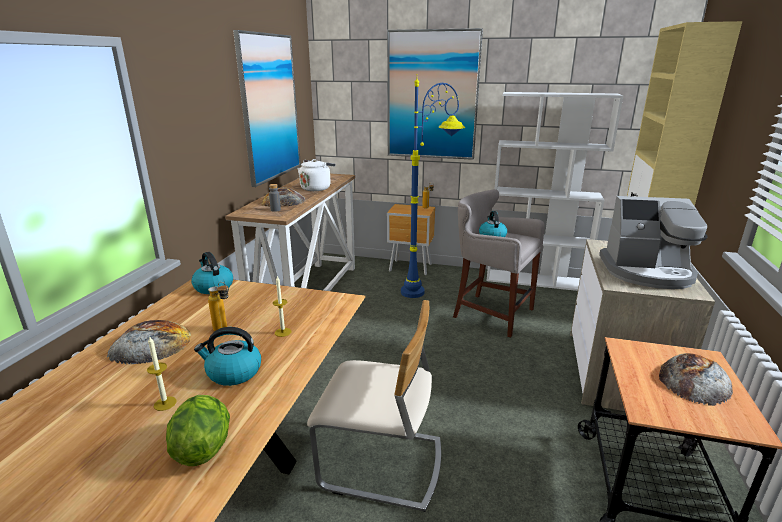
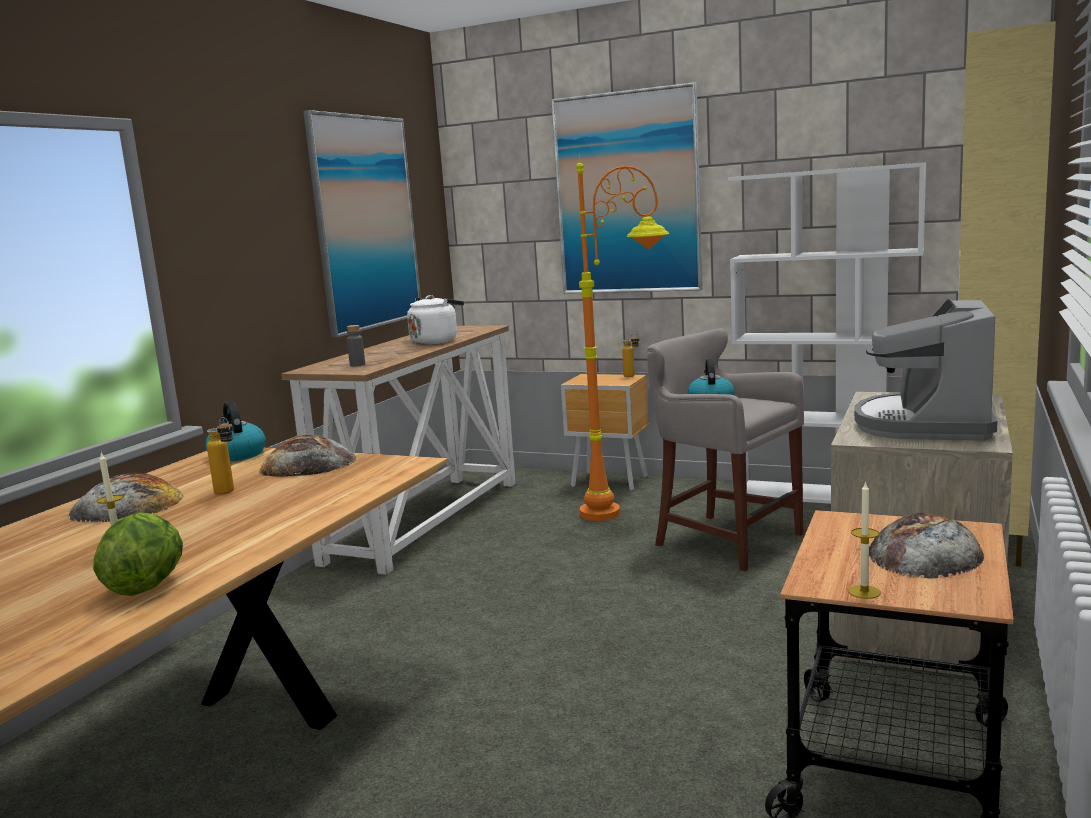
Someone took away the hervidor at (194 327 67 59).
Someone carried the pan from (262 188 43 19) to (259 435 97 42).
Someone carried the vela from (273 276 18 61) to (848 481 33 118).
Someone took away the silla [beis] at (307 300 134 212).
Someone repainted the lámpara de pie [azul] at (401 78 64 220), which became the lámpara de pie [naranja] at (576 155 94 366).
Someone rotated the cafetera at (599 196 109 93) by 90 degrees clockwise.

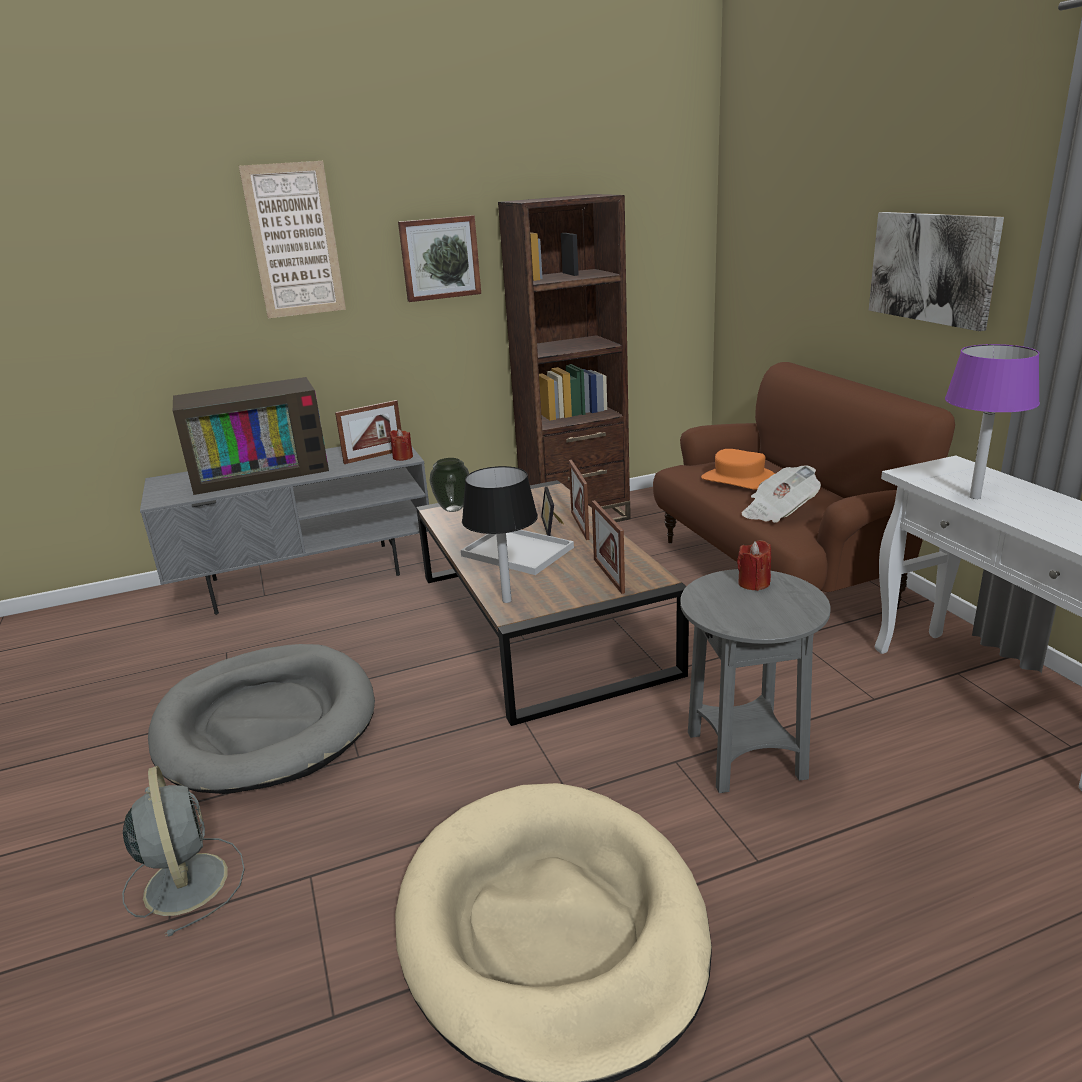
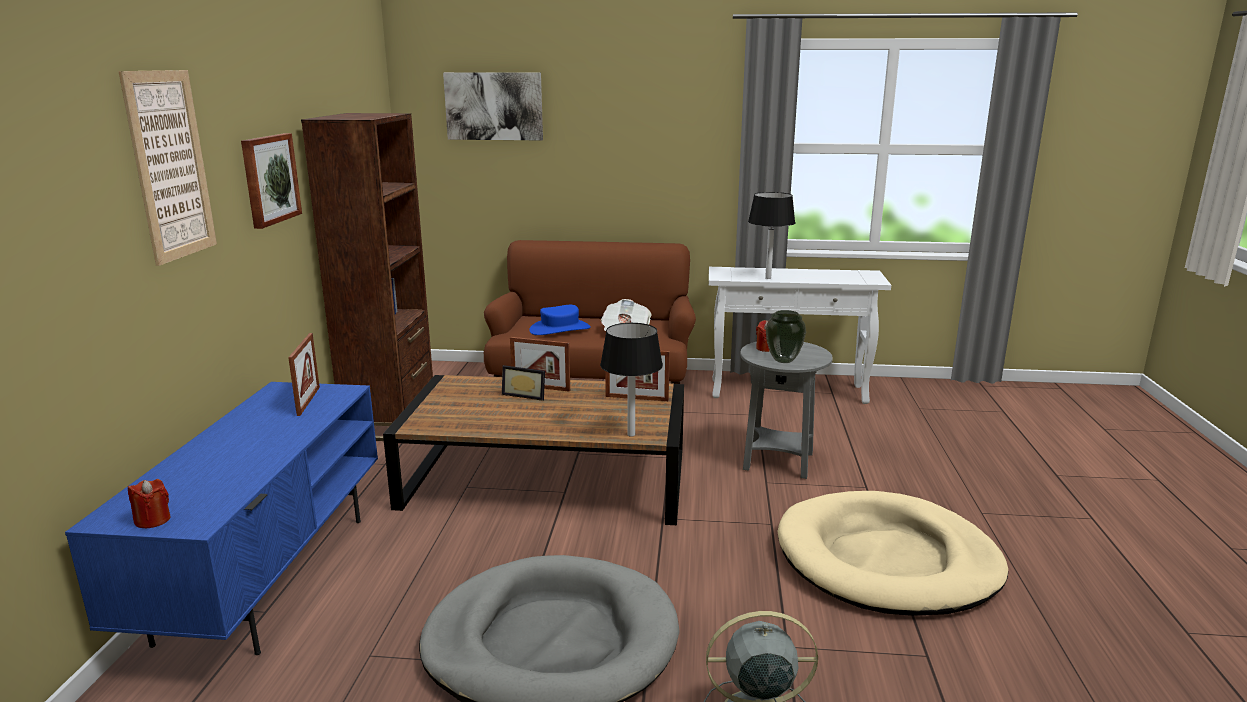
Someone repainted the mueble de televisión [gris] at (140 446 289 169), which became the mueble de televisión [azul] at (65 382 313 273).
Someone took away the televisor at (173 377 156 118).
Someone carried the vela [rojo] from (389 429 24 32) to (128 479 43 49).
Someone carried the florero from (430 458 39 54) to (766 310 40 53).
Someone took away the bandeja [blanco] at (461 530 113 45).
Someone repainted the sombrero [naranja] at (701 449 74 41), which became the sombrero [azul] at (529 305 62 30).
Someone carried the cuadro from (869 212 135 119) to (443 72 100 68).
Someone repainted the lámpara de mesa [morado] at (945 344 95 155), which became the lámpara de mesa [negro] at (748 192 47 87).

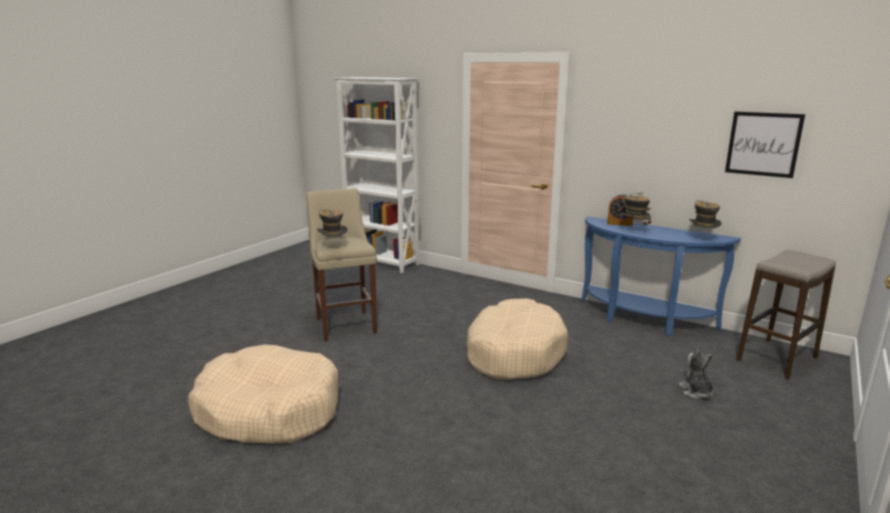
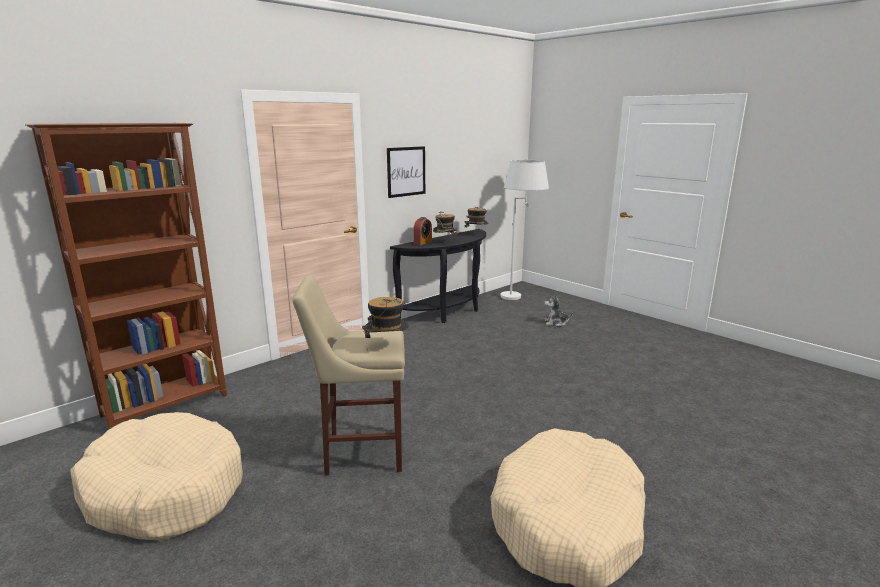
Someone repainted the estantería [blanco] at (332 77 87 196), which became the estantería [marrón] at (25 123 202 306).
Someone carried the cama para perro [beis] from (466 298 102 82) to (70 412 173 129).
Someone repainted the mesa consola [azul] at (581 216 160 120), which became the mesa consola [negro] at (390 229 96 94).
Someone carried the cuadro from (725 112 80 66) to (387 146 38 52).
Someone swapped the taburete at (736 250 100 130) for the lámpara de pie [blanco] at (501 160 48 140).

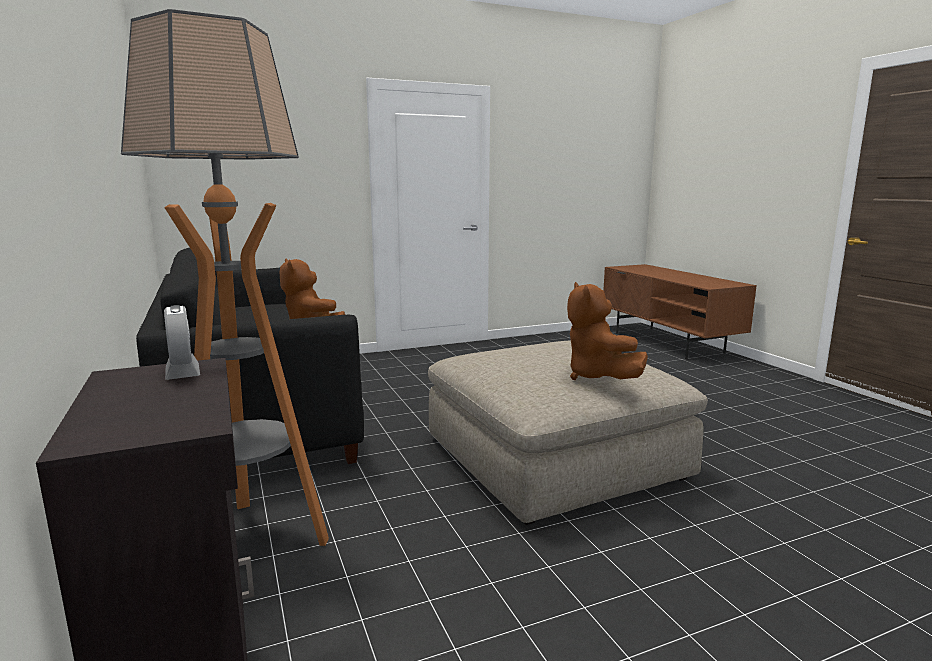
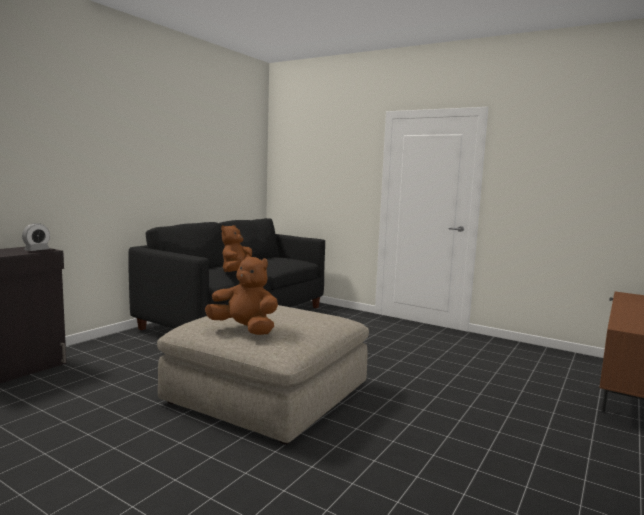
Someone took away the lámpara de pie at (121 9 208 537).
Someone rotated the peluche [marrón] at (567 282 81 98) by 75 degrees clockwise.

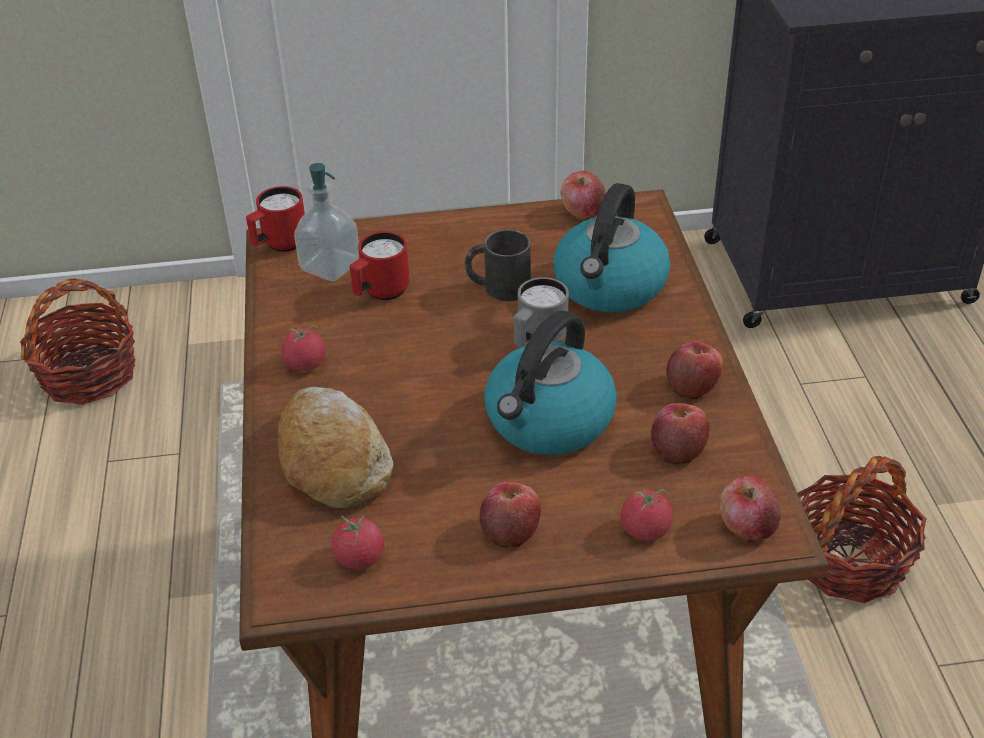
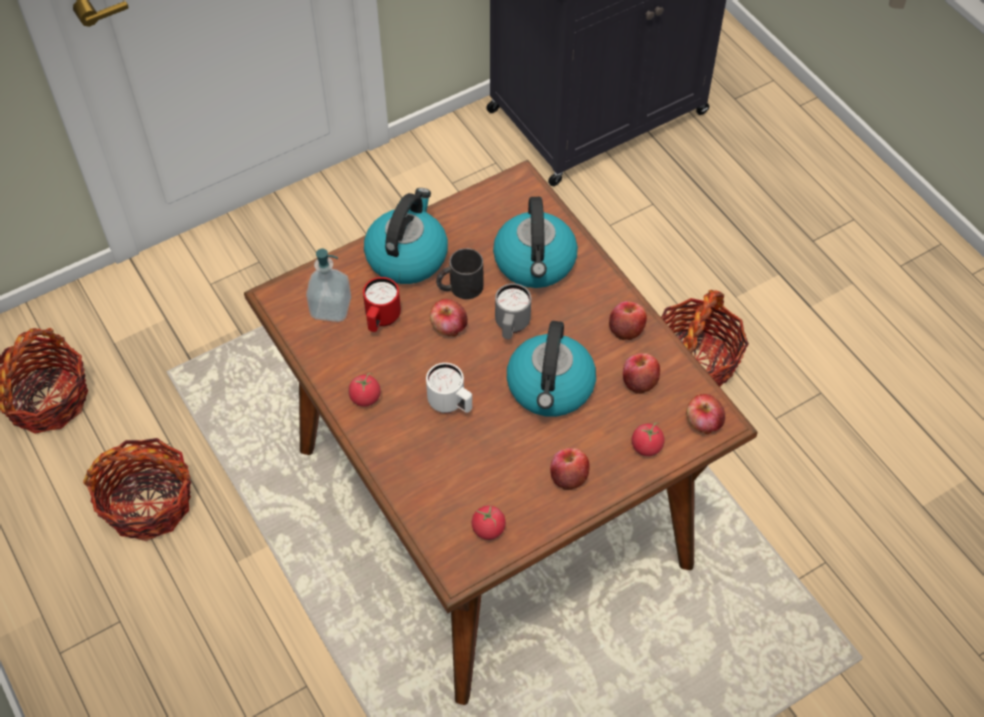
Someone took away the taza grande [rojo] at (246 186 59 66).
Someone took away the pan at (278 387 115 121).
Someone carried the manzana from (561 171 45 50) to (430 299 38 38).
Someone put down the cesta at (83 438 108 103).
Someone put down the hervidor at (364 188 84 96).
Someone put down the taza grande [blanco] at (426 363 46 50).

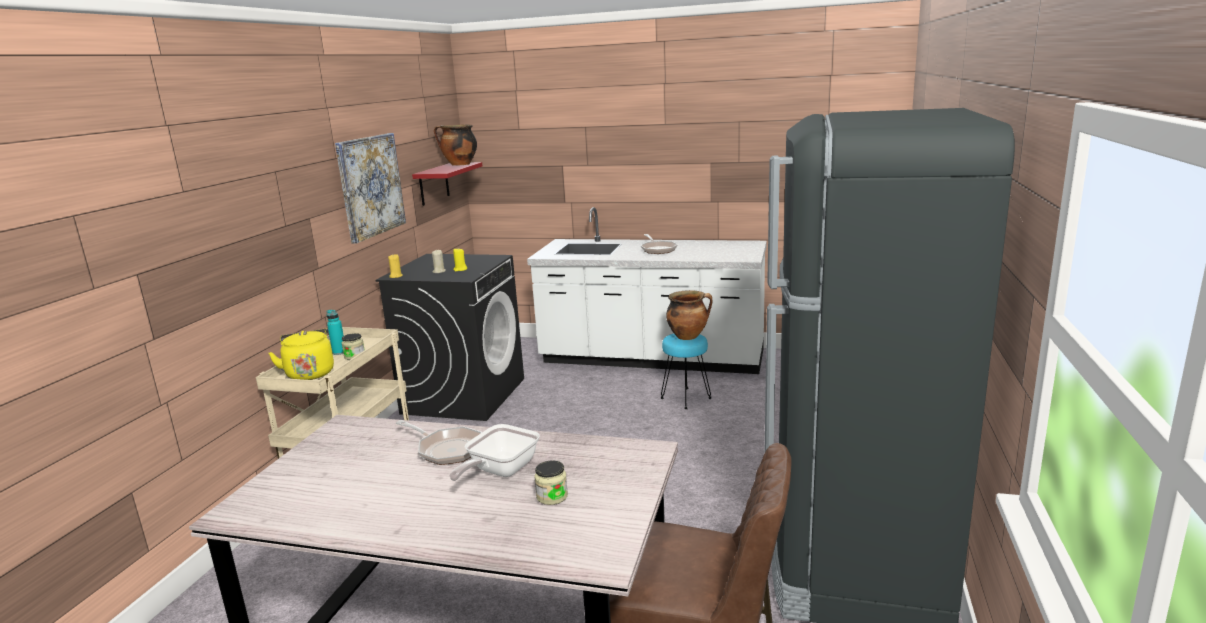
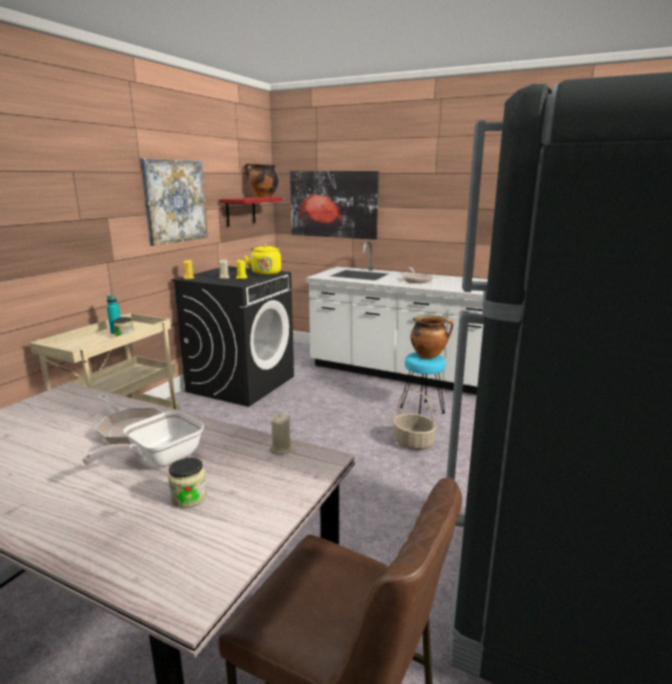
Someone carried the hervidor [amarillo] from (268 328 66 52) to (244 244 37 31).
Someone put down the vela [beis] at (269 413 24 42).
Someone put up the cuadro at (290 171 89 69).
Someone put down the cesta at (393 388 44 62).

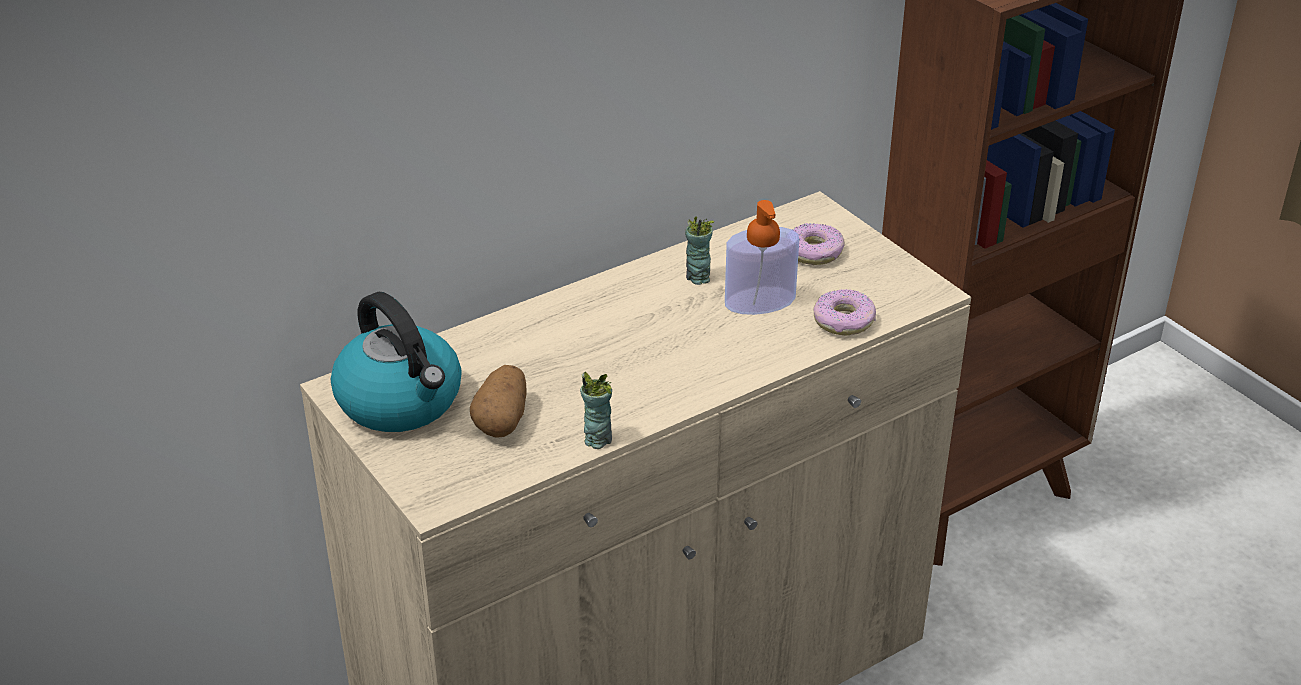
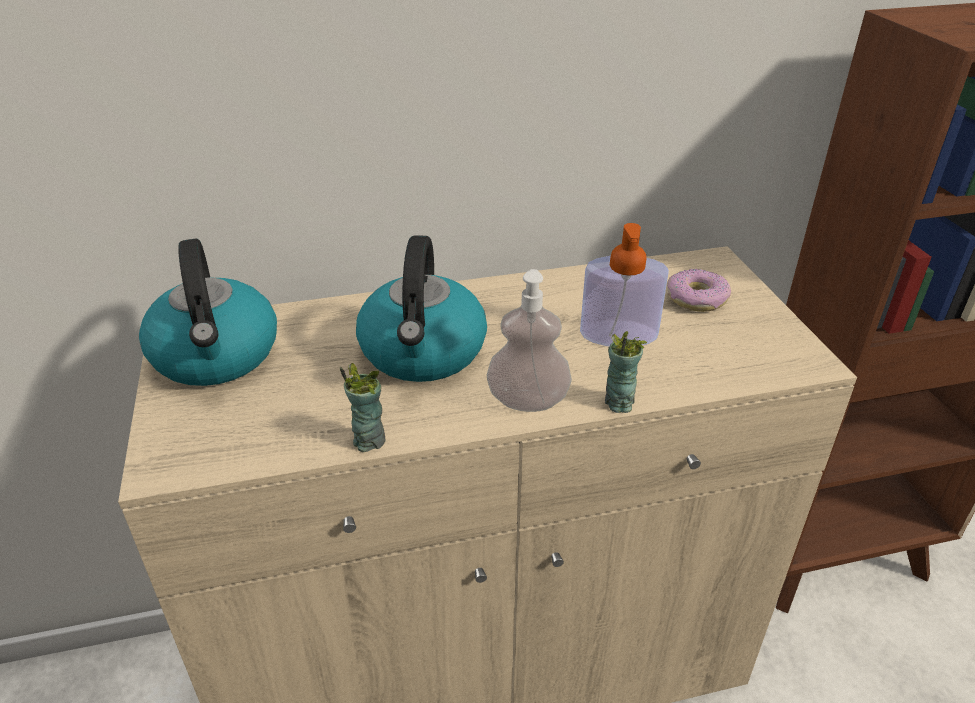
Someone took away the patata at (470 365 57 73).
Someone carried the taza from (685 216 30 69) to (605 331 42 82).
Someone took away the rosquilla at (813 289 63 47).
Someone put down the hervidor at (356 235 131 147).
Someone put down the dispensador de jabón at (487 269 85 143).

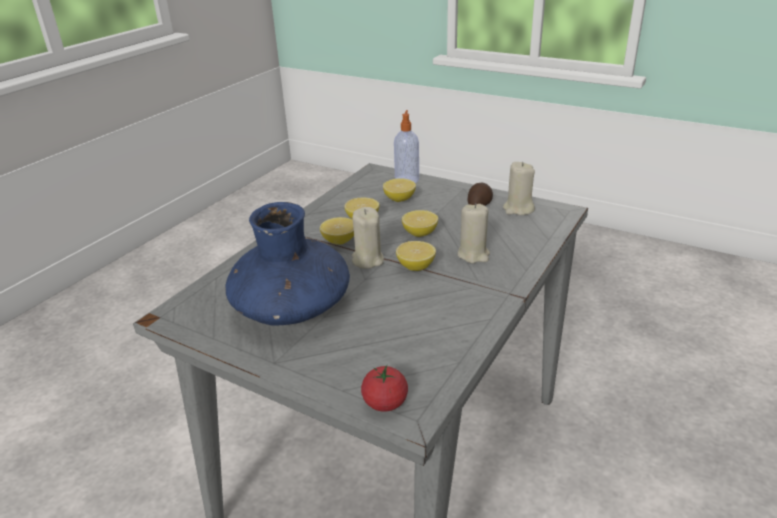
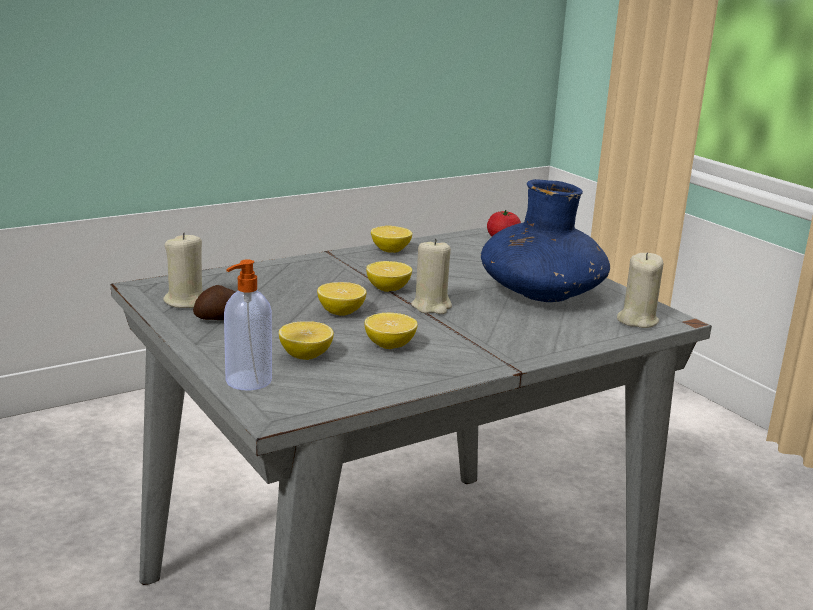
Someone carried the limón from (320 217 34 27) to (371 226 41 27).
Someone carried the vela [beis] from (457 203 33 60) to (617 252 46 76).

